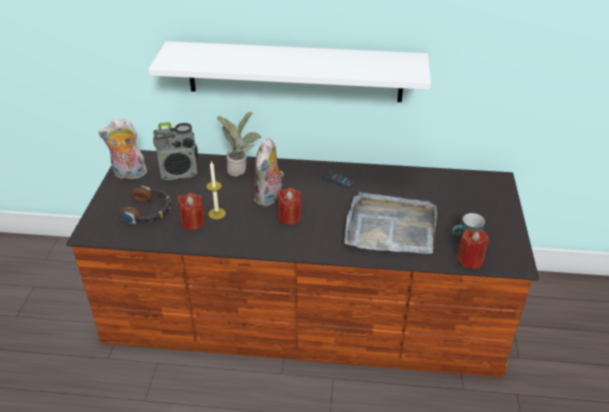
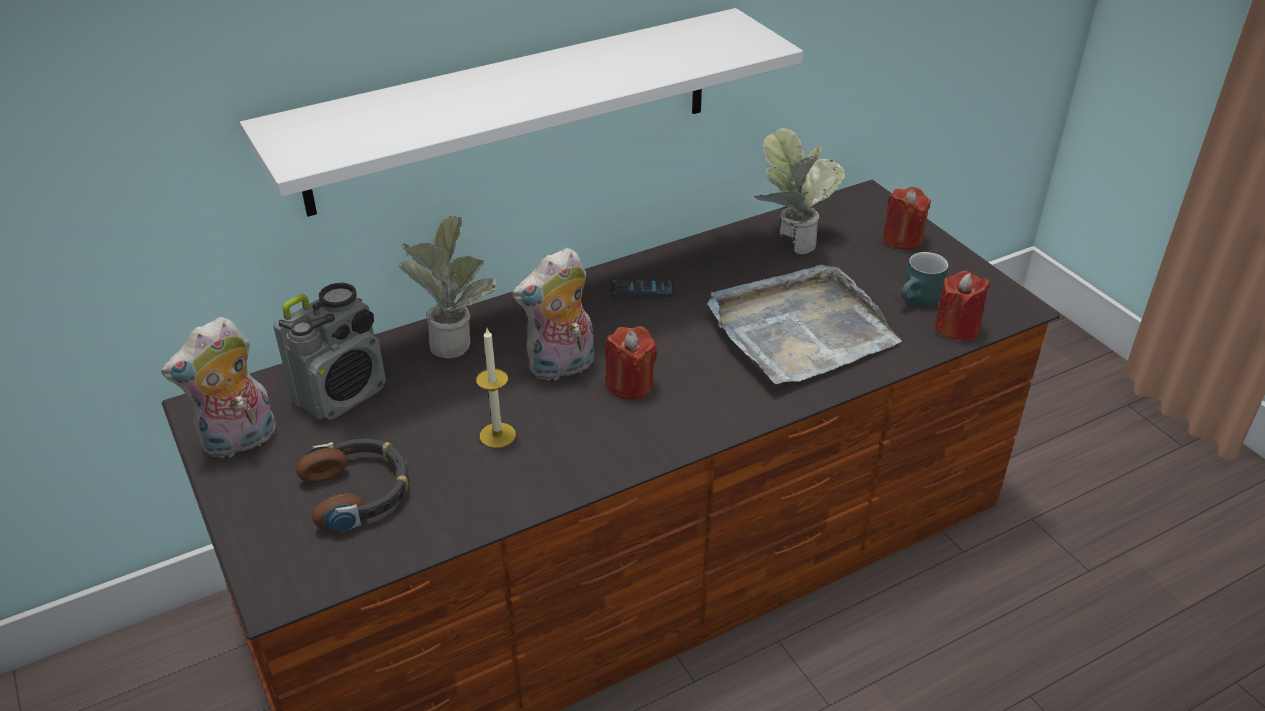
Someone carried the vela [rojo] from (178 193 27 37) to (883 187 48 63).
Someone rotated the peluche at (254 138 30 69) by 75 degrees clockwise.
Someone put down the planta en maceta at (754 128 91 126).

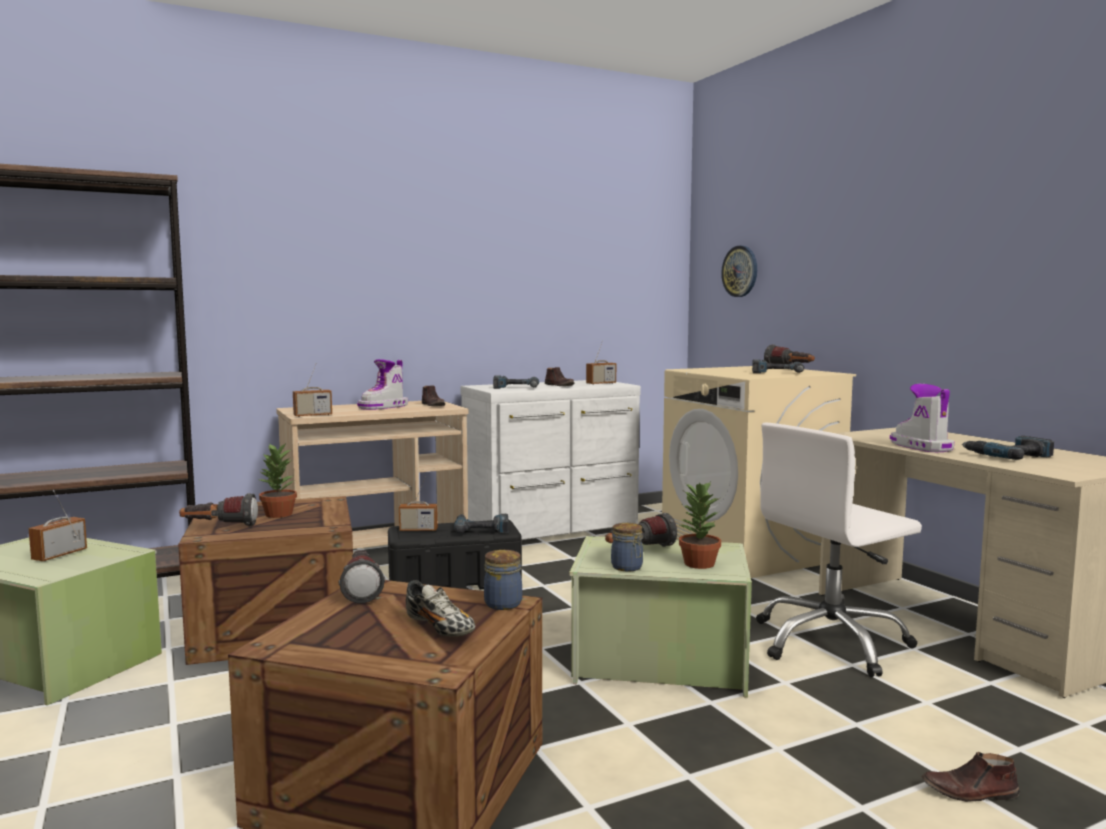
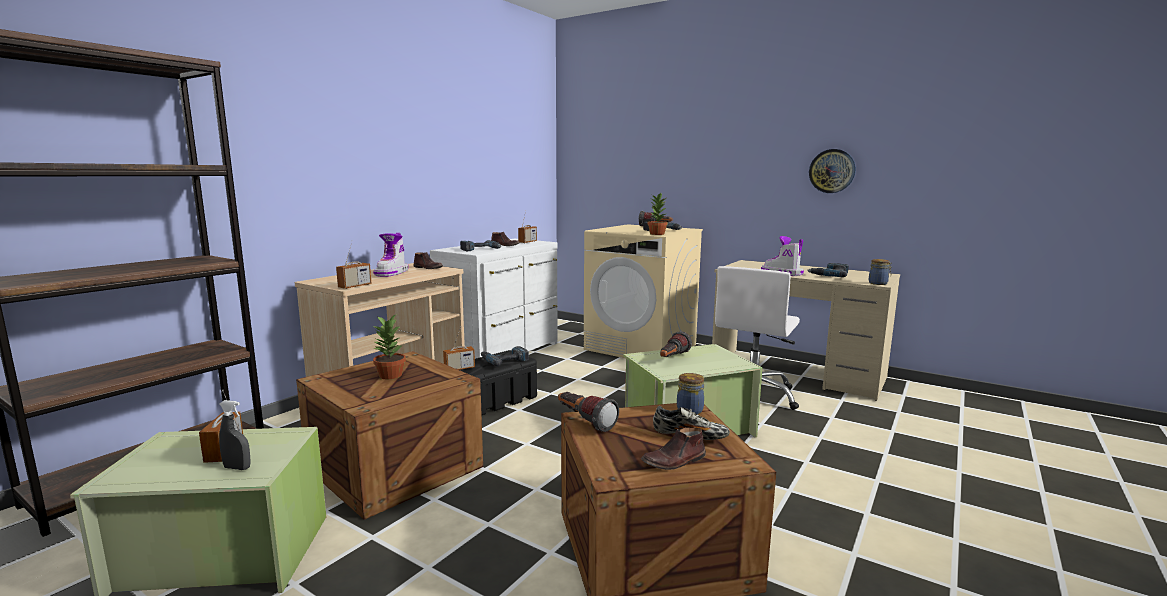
Someone took away the linterna at (179 493 79 33).
Someone carried the tarro from (611 523 32 48) to (869 259 23 26).
Someone carried the planta en maceta from (678 482 43 87) to (648 193 20 42).
Someone carried the reloj de pared from (721 246 36 51) to (809 149 47 44).
Someone carried the zapato [marrón] from (921 752 99 50) to (641 428 65 42).
Someone put down the pulverizador [gris] at (219 400 32 70).

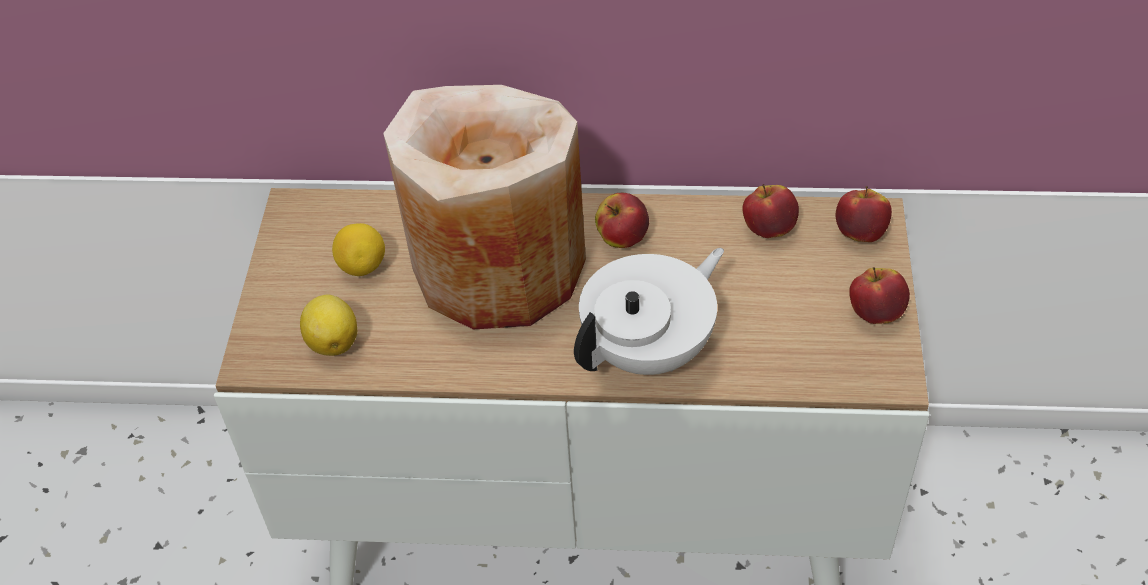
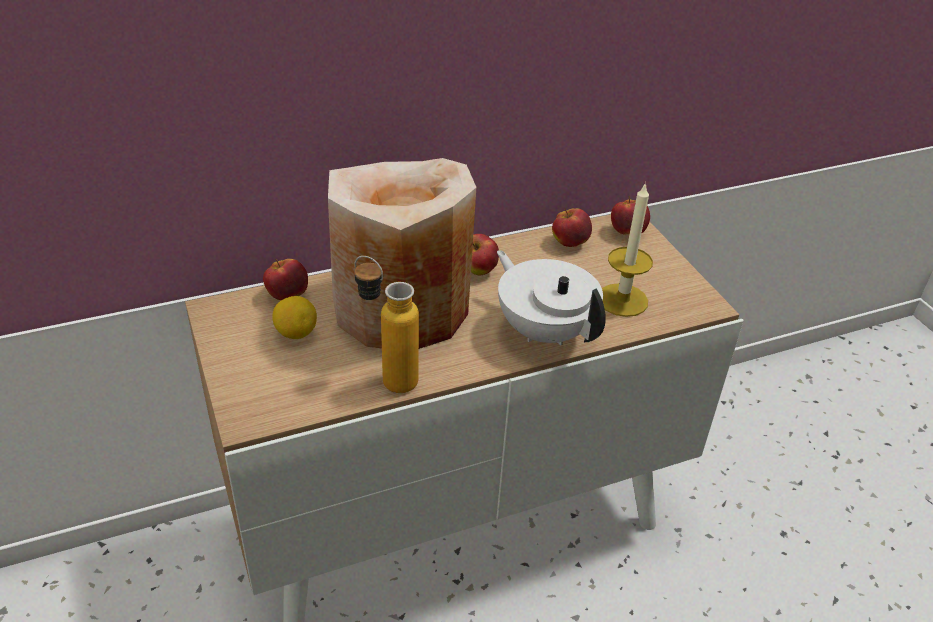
Someone took away the limón at (300 295 57 61).
Someone rotated the tetera [blanco] at (574 248 150 127) by 60 degrees counterclockwise.
Someone carried the manzana from (849 267 61 57) to (263 259 45 41).
Someone put down the botella at (354 256 65 137).
Someone put down the vela at (602 182 51 135).

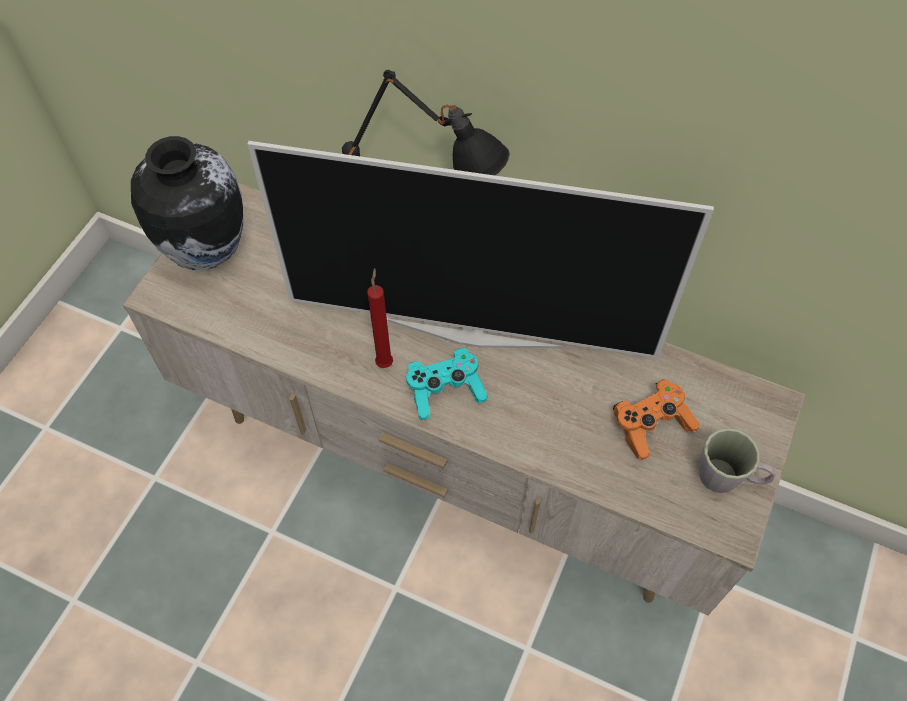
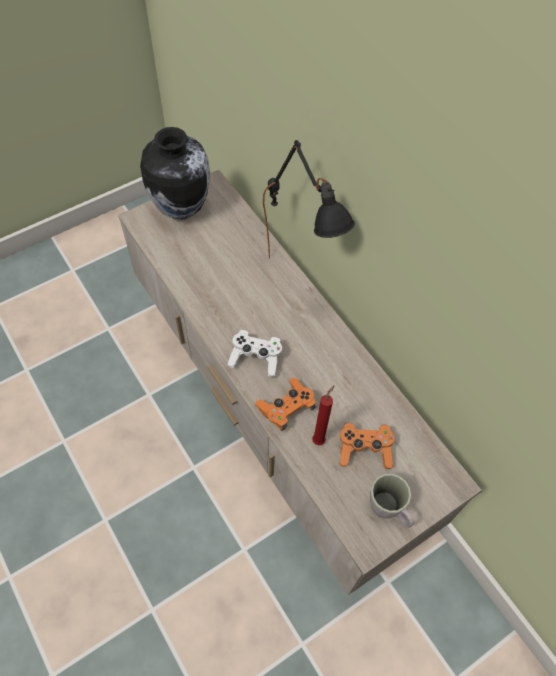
Someone took away the televisor at (247 141 467 217).
Someone carried the vela [rojo] from (367 268 26 100) to (312 385 22 60).
Someone repainted the mando de consola [turquesa] at (406 348 82 72), which became the mando de consola [blanco] at (227 330 55 47).
Someone put down the mando de consola [naranja] at (255 378 61 53).

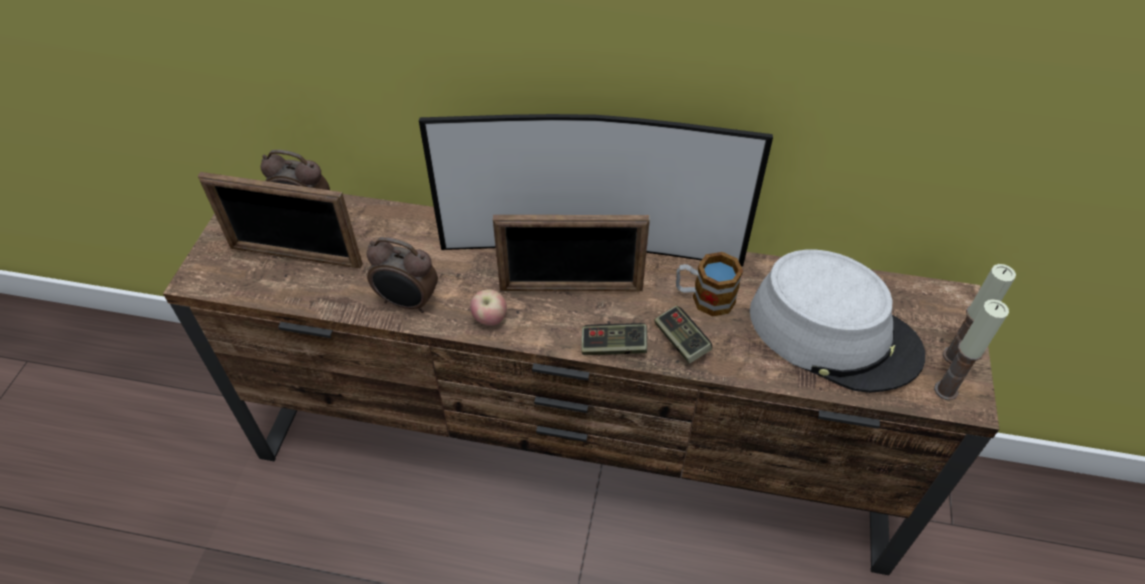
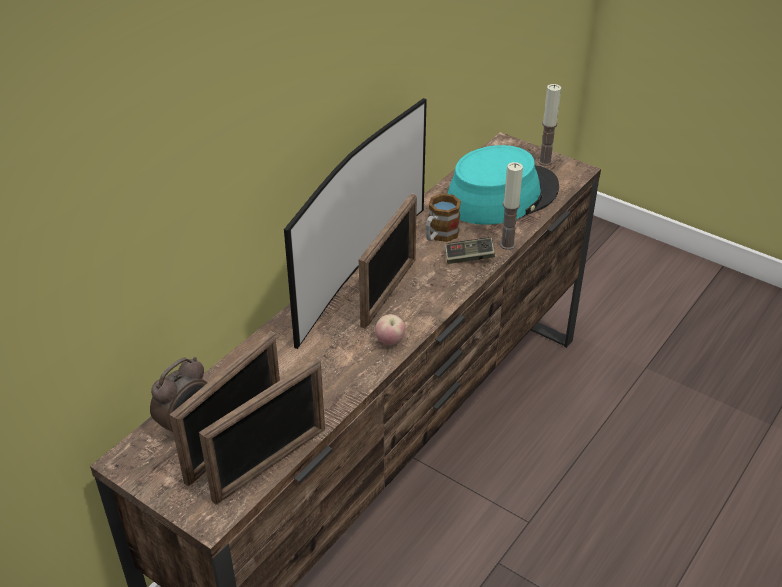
Someone took away the despertador at (367 237 71 76).
Someone took away the mando de consola at (581 323 66 32).
Someone repainted the sombrero [gris] at (750 249 175 144), which became the sombrero [turquesa] at (448 145 111 80).
Someone carried the vela from (934 299 75 101) to (499 162 24 88).
Someone put down the portarretratos at (199 357 126 148).

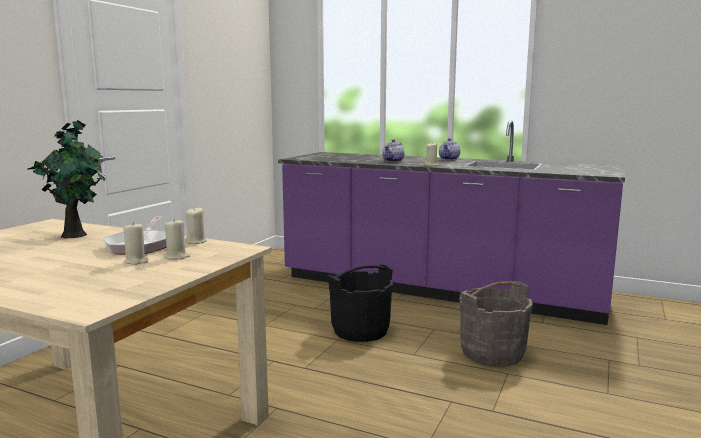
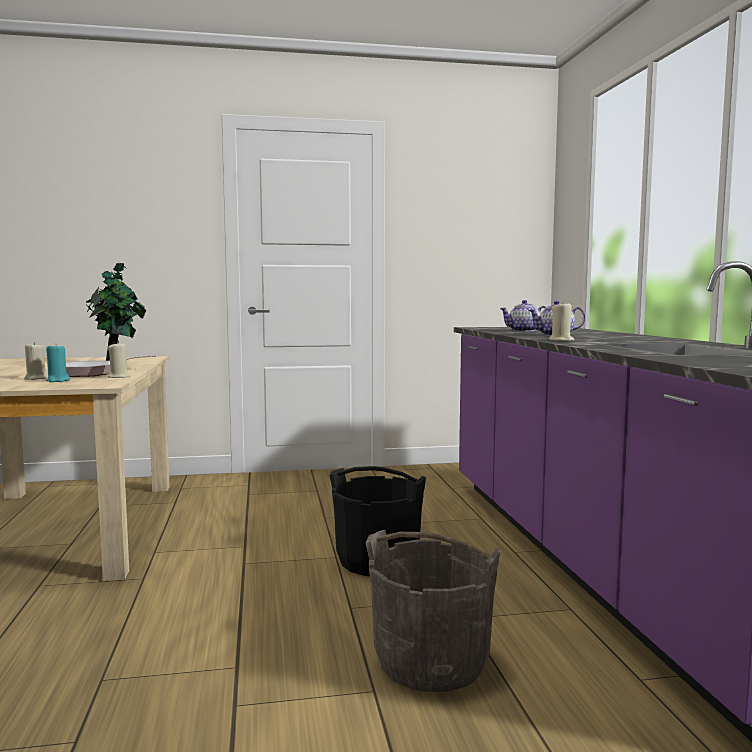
Someone repainted the vela [beis] at (164 219 26 41), which became the vela [turquesa] at (46 343 24 39).
Someone carried the tetera from (439 138 21 22) to (500 300 45 32).

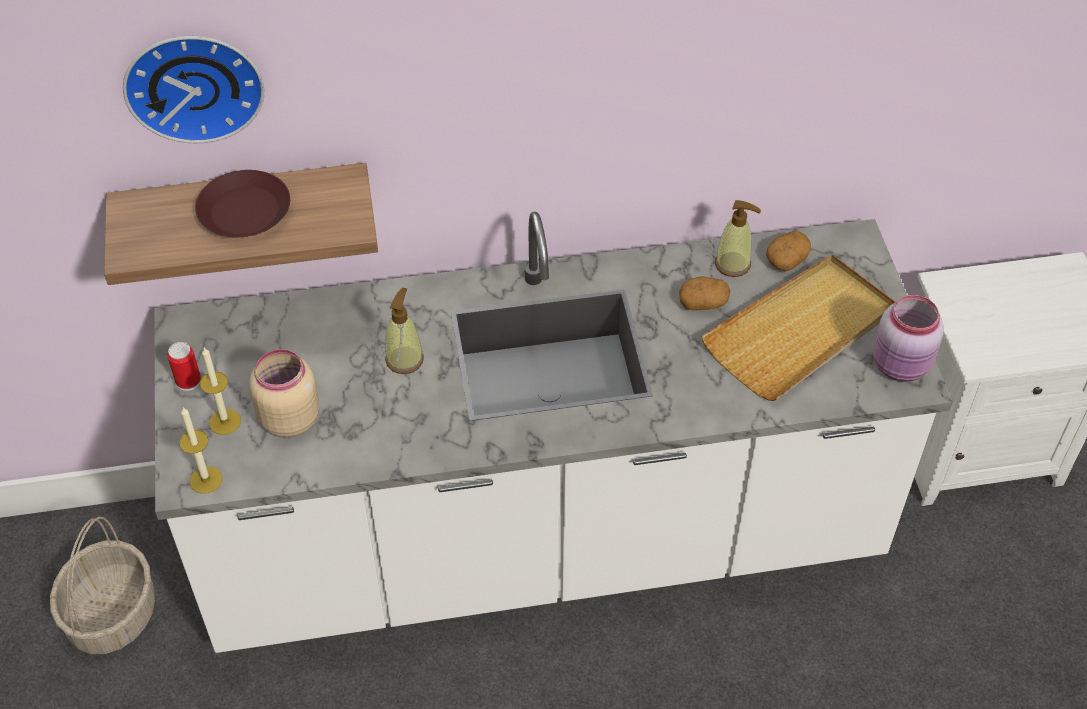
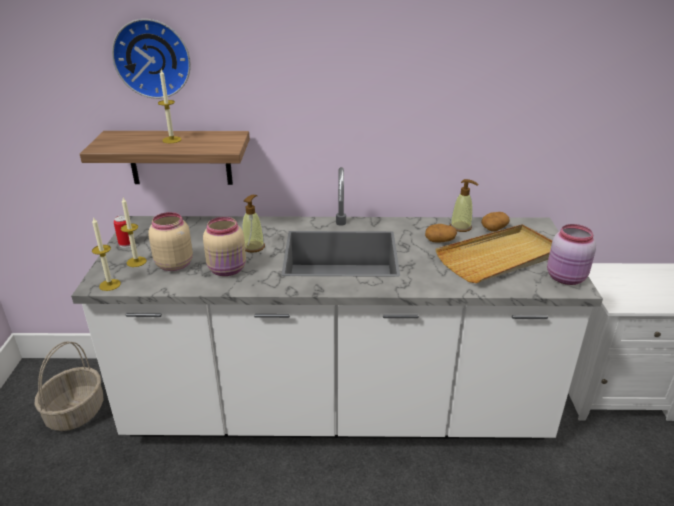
Someone swapped the plato [marrón] at (195 170 95 67) for the vela at (158 69 24 74).
Someone put down the tarro [beis] at (203 217 43 59).

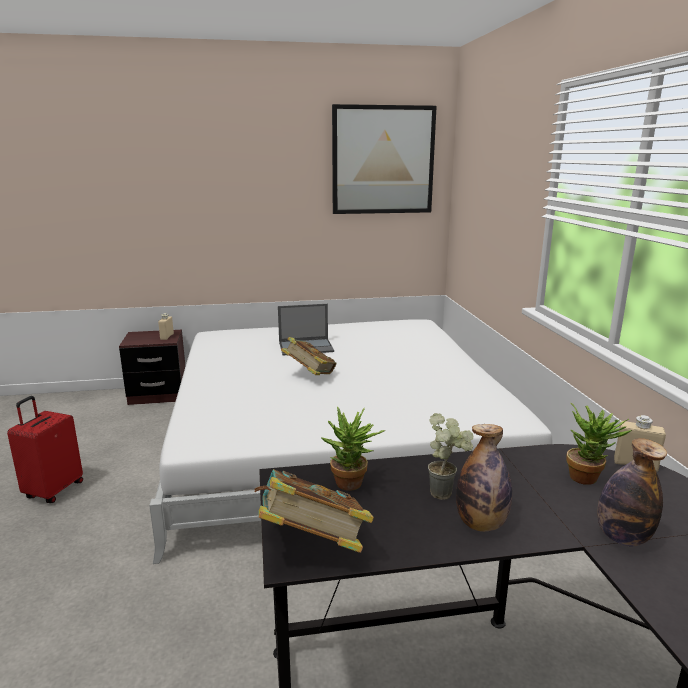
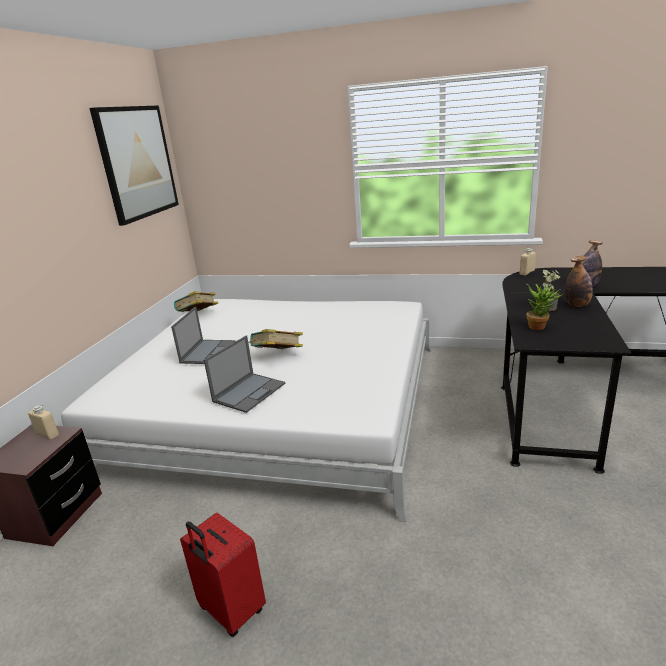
Someone carried the libro from (254 469 120 84) to (174 291 44 21).
Someone took away the planta en maceta at (566 403 66 82).
Someone put down the portátil at (204 335 81 78).

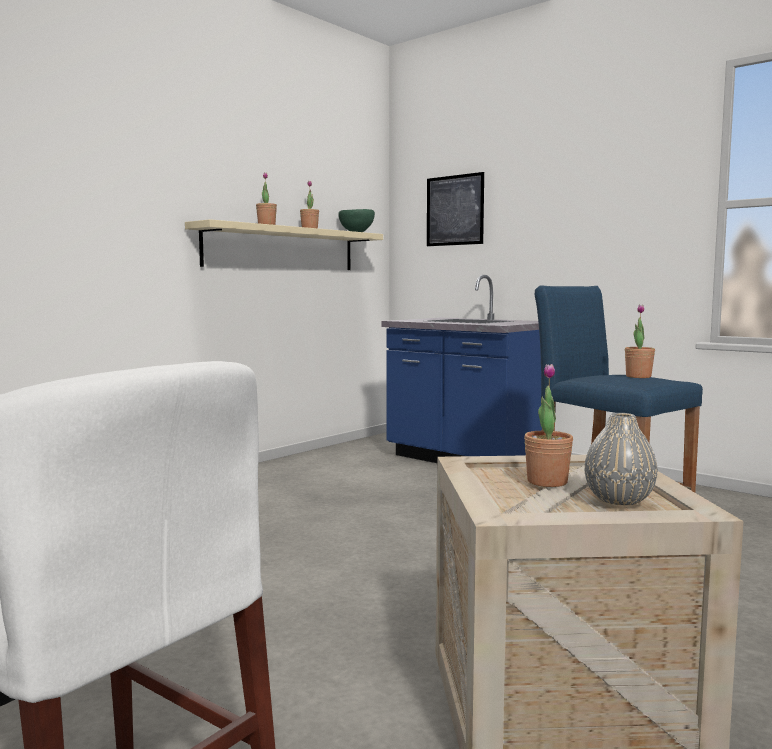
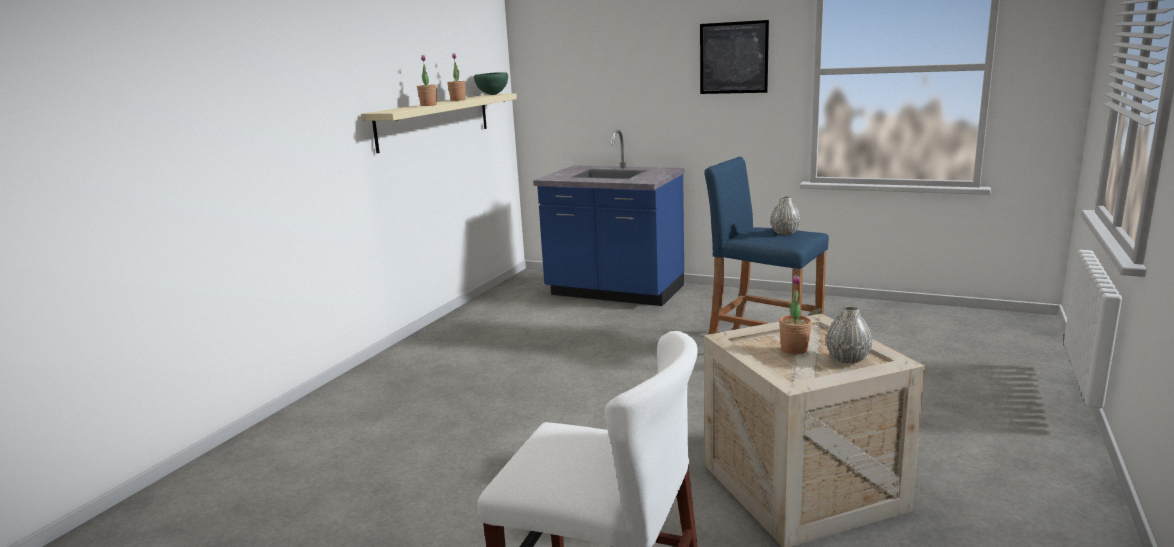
Someone carried the cuadro from (427 172 57 74) to (700 20 69 74).
Someone swapped the planta en maceta at (625 305 30 73) for the florero [gris] at (770 196 31 39).

